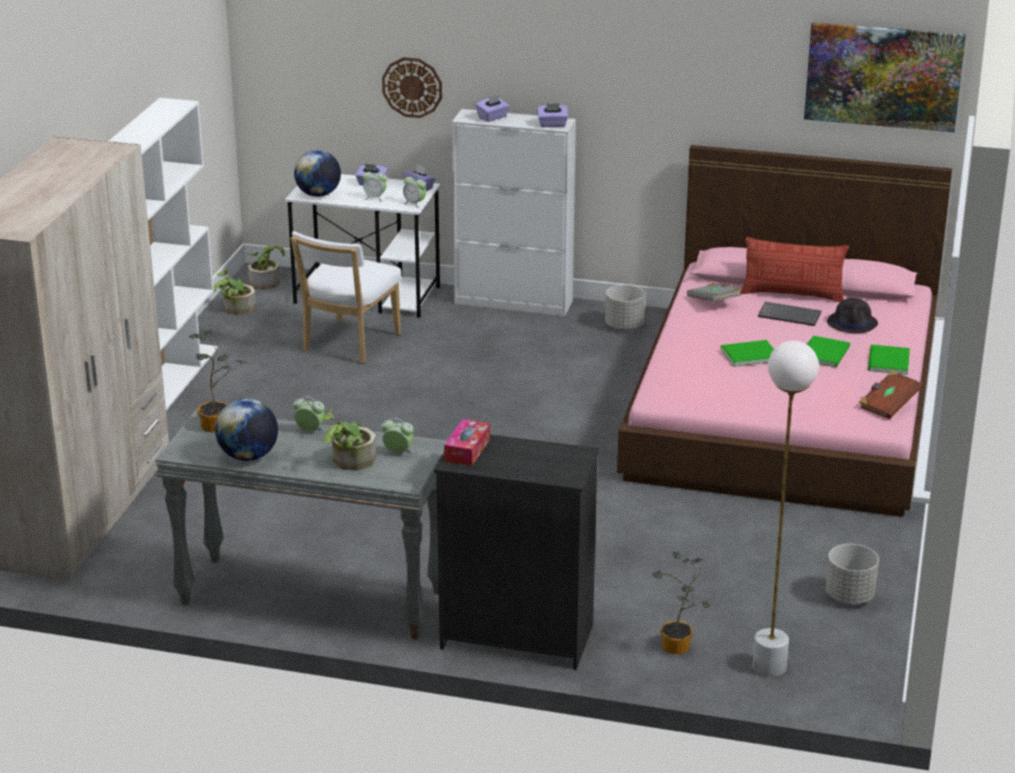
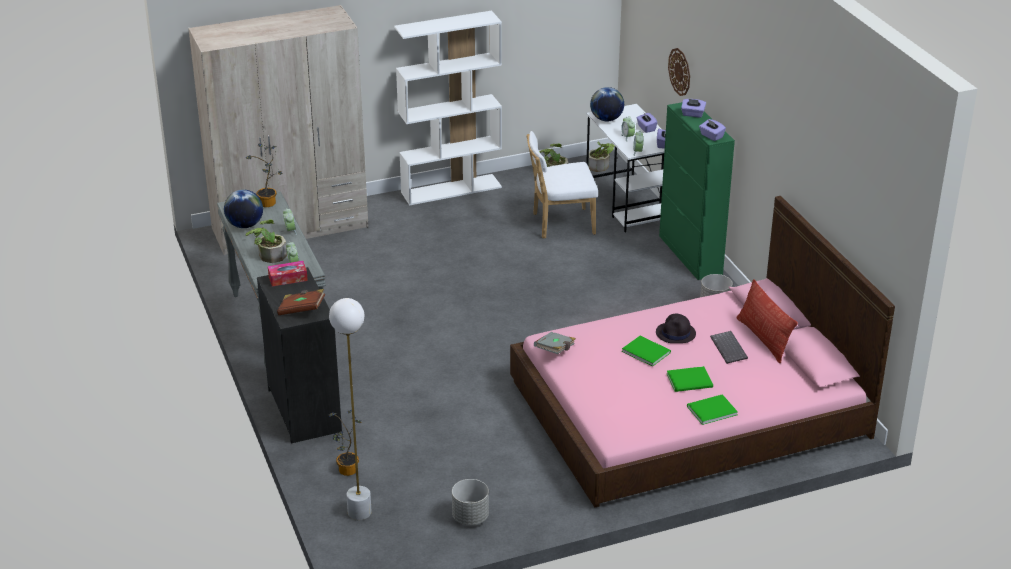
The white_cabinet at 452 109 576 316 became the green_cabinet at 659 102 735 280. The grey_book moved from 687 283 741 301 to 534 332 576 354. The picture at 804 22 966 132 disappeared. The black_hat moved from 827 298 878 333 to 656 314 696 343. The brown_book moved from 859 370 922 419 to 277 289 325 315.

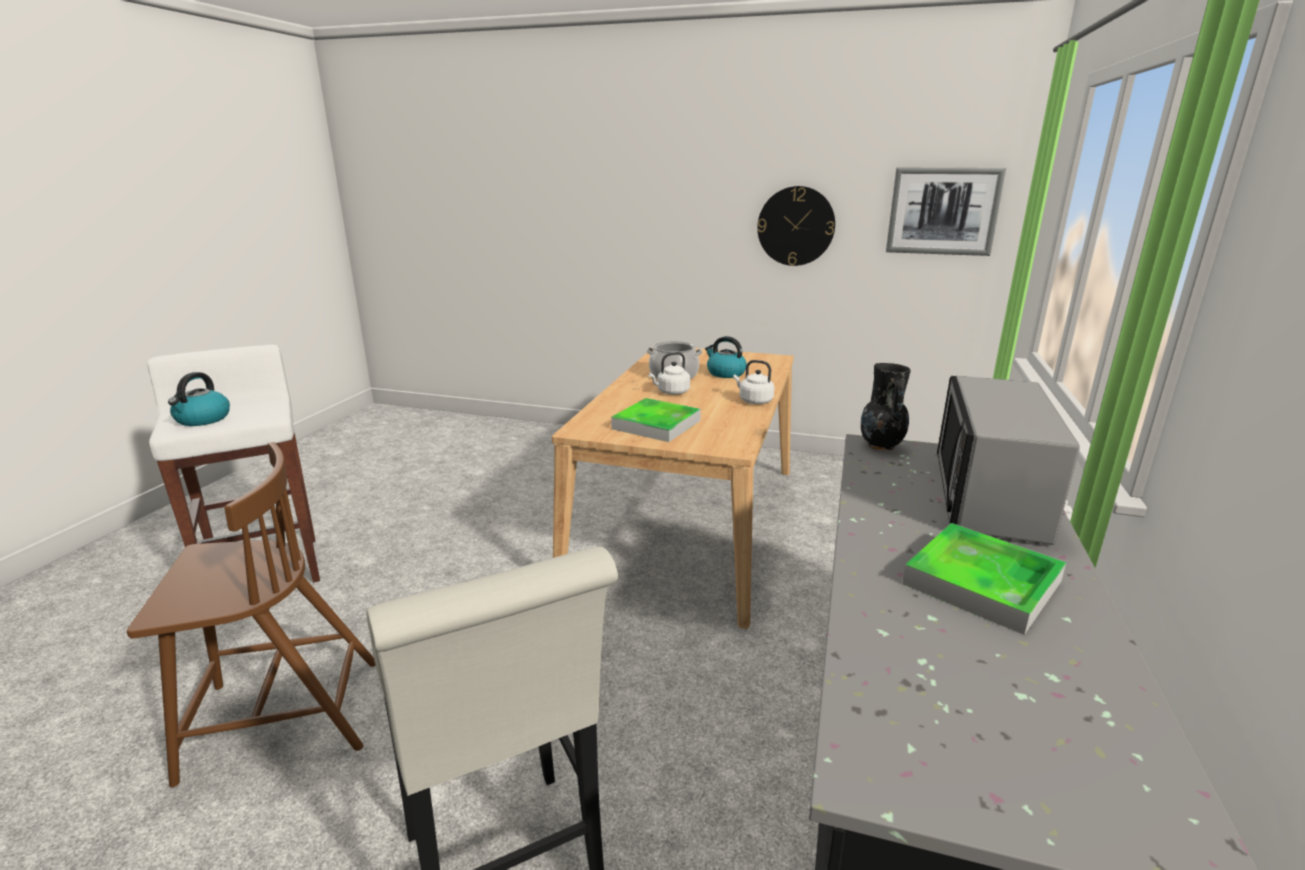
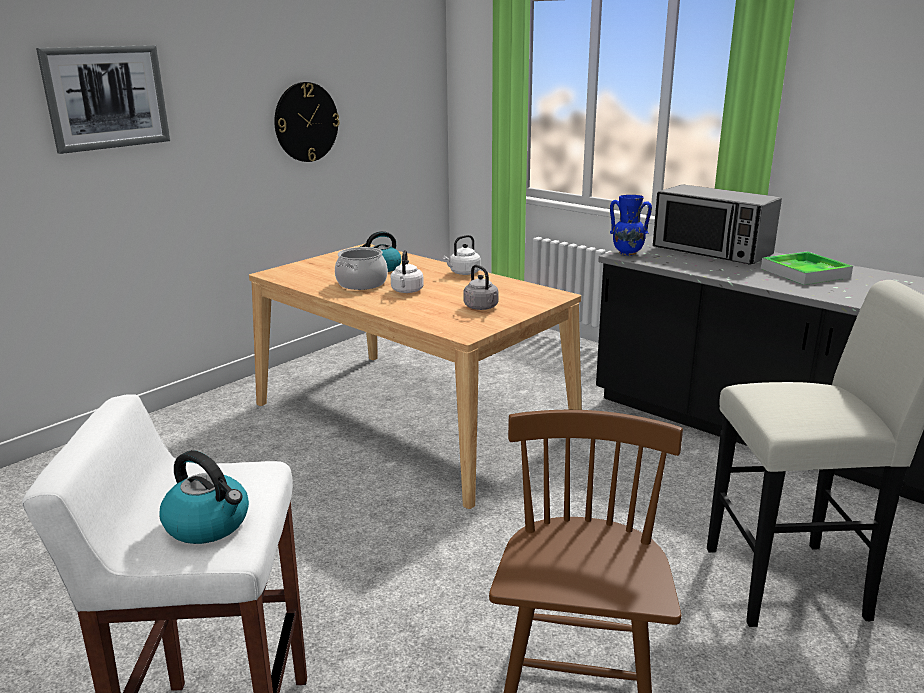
The tray at 611 398 701 442 was replaced by the grey_kettle at 463 265 499 310. The black_vase at 861 363 911 450 became the blue_vase at 610 195 652 256. The picture moved from 886 168 1006 256 to 36 45 170 154.

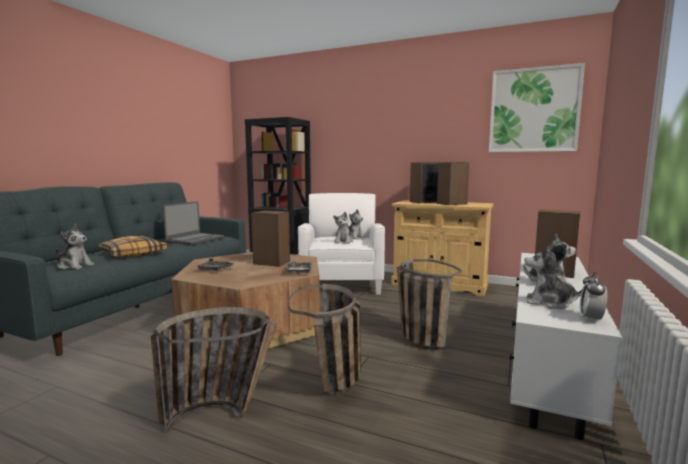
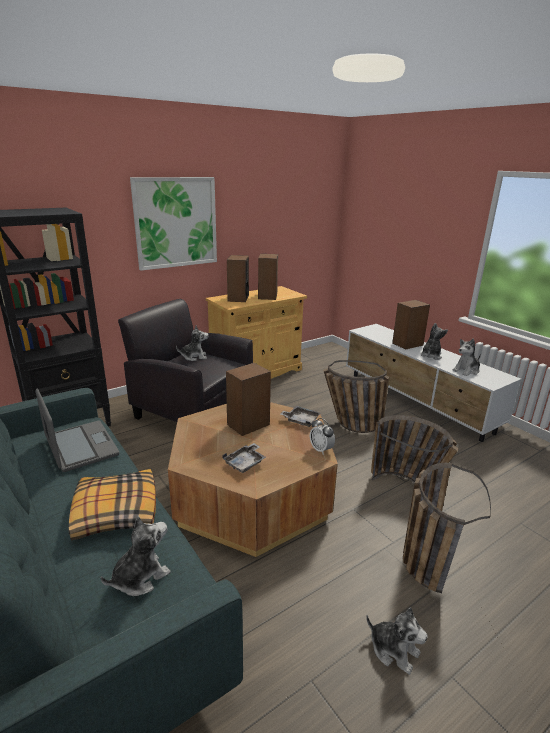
The white_armchair at 298 193 385 295 became the black_armchair at 118 299 253 422. The plush_toy moved from 333 212 353 244 to 366 607 428 675. The picture moved from 489 63 585 152 to 130 177 217 271. The alarm_clock moved from 580 272 607 322 to 310 418 335 455.

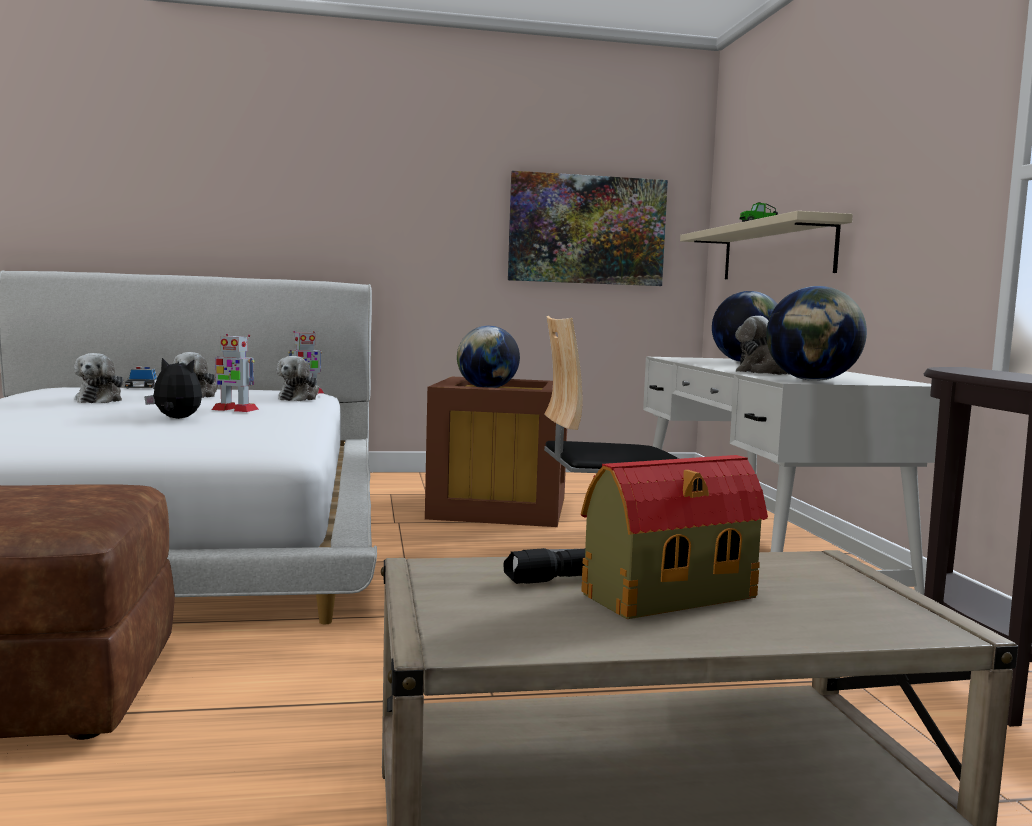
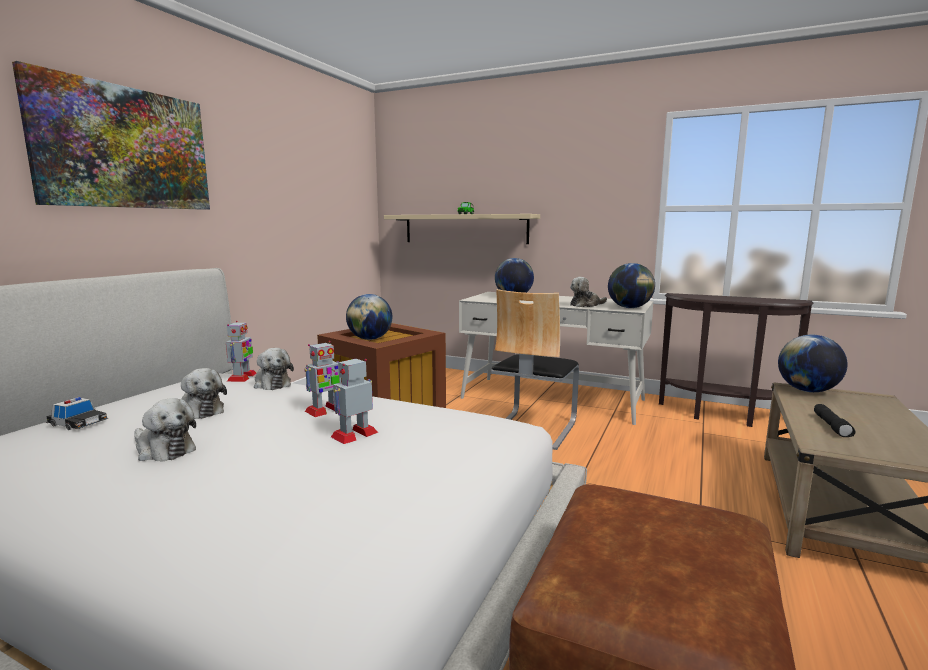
The plush_toy at 145 358 202 419 was replaced by the toy_robot at 331 359 378 444. The picture moved from 508 171 668 286 to 12 61 210 210. The toy_house at 581 455 768 619 disappeared. The globe at 778 335 848 392 appeared.

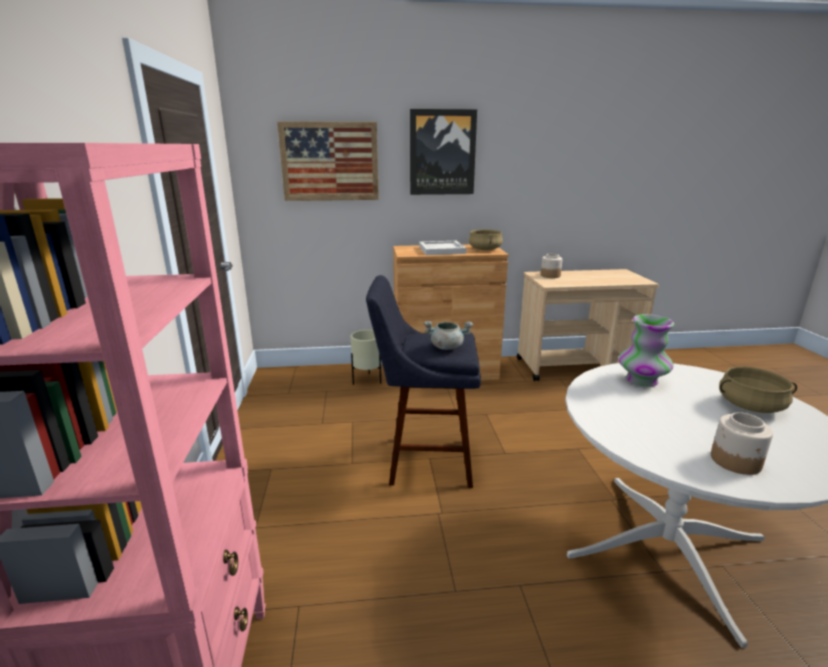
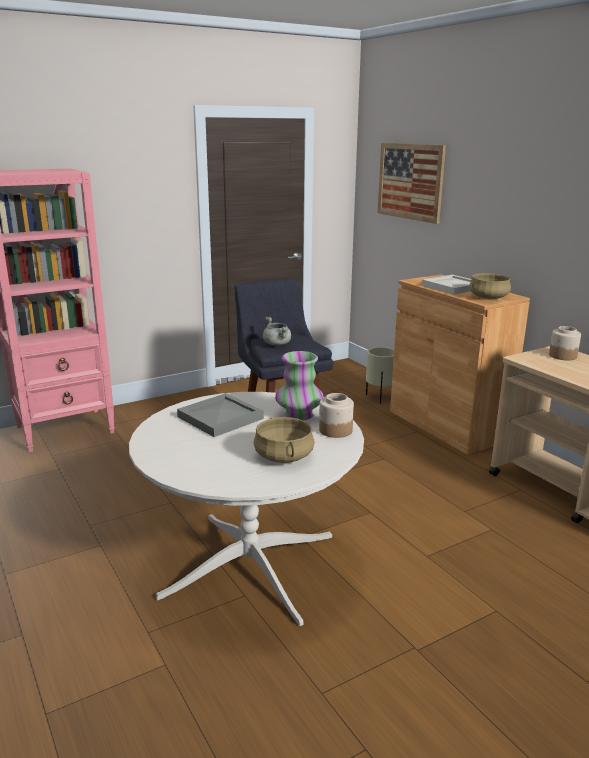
The picture at 410 109 477 195 disappeared. The jar moved from 711 412 773 475 to 319 393 354 438. The grey_tray at 177 393 264 437 appeared.

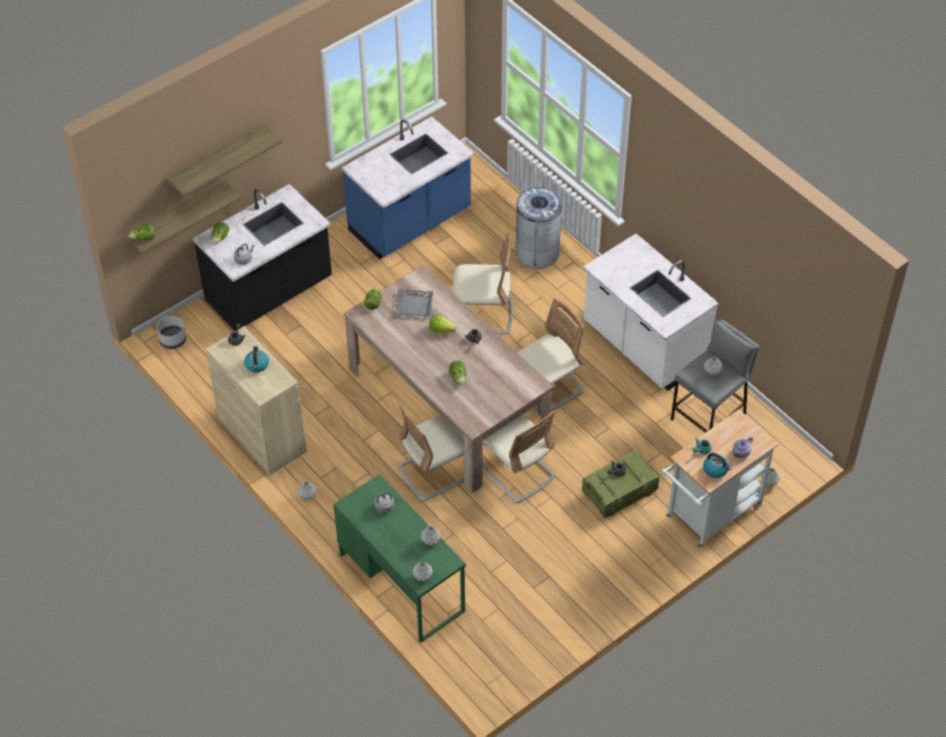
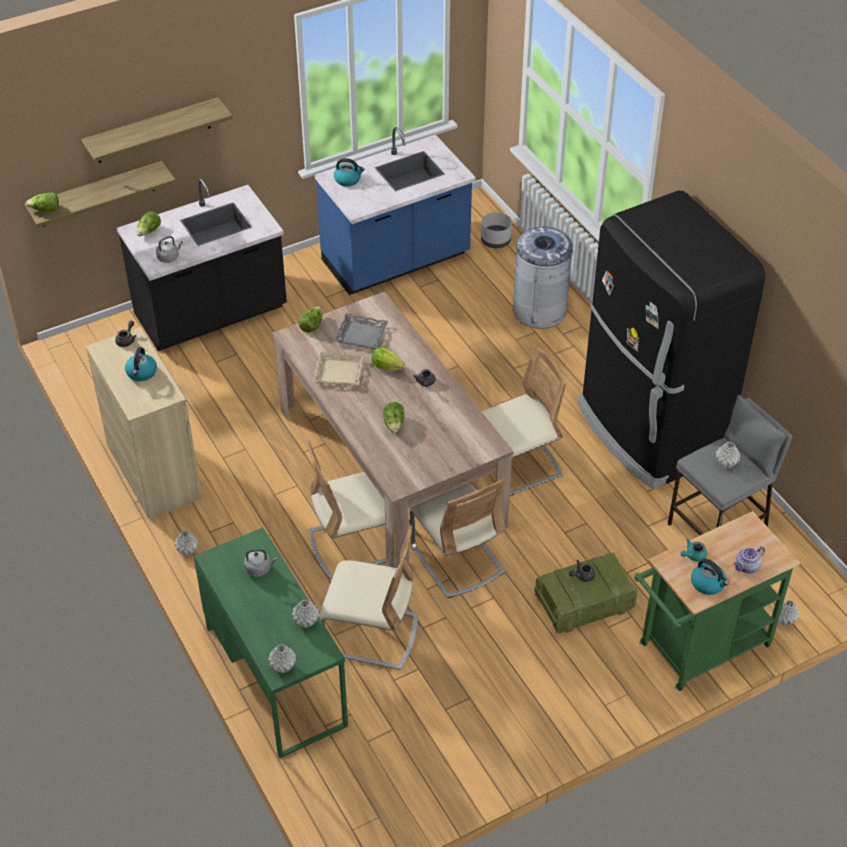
The grey_planter moved from 157 316 186 349 to 481 212 512 248. The beige_chair moved from 452 232 513 334 to 319 525 418 670. The white_counter at 583 234 719 391 was replaced by the black_fridge at 577 191 765 490. The white_cart at 662 409 778 548 became the green_cart at 634 511 800 691. The beige_tray at 313 352 365 386 appeared. The kettle at 334 158 364 187 appeared.

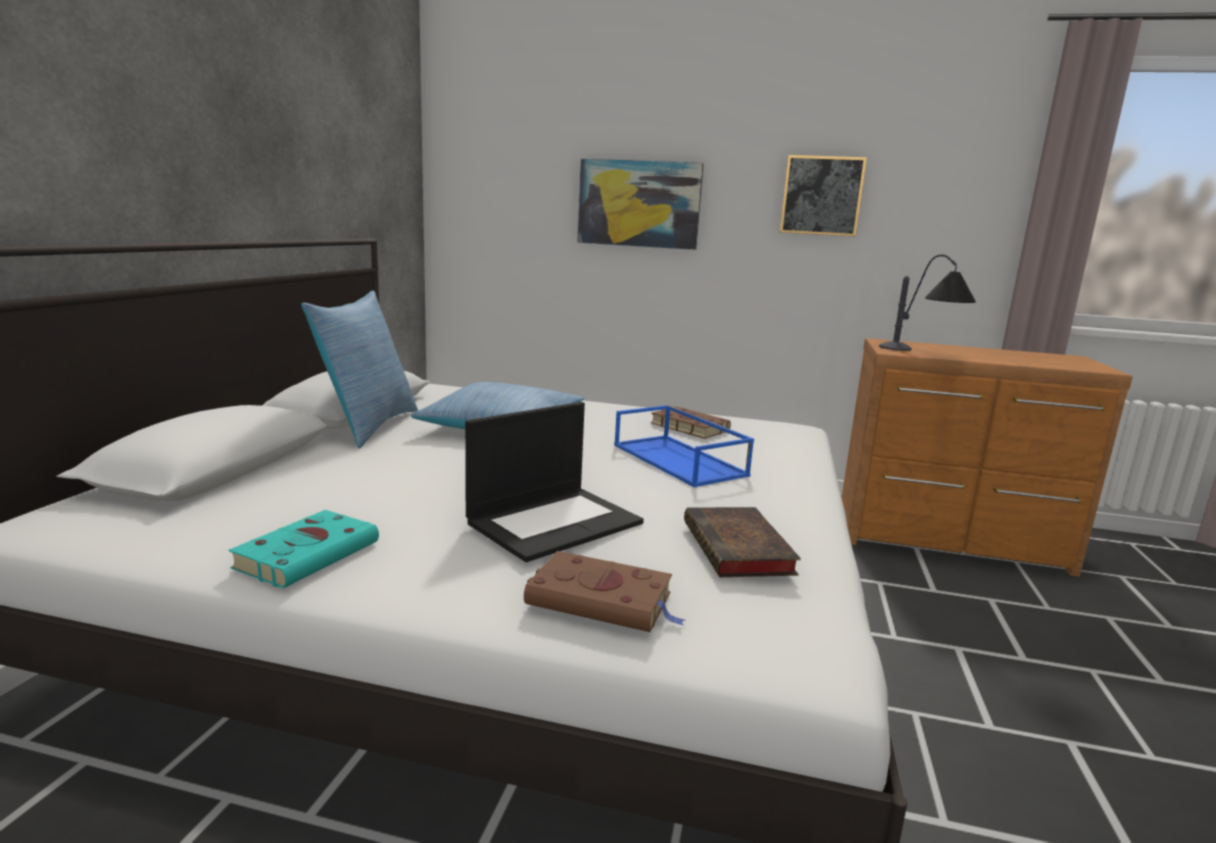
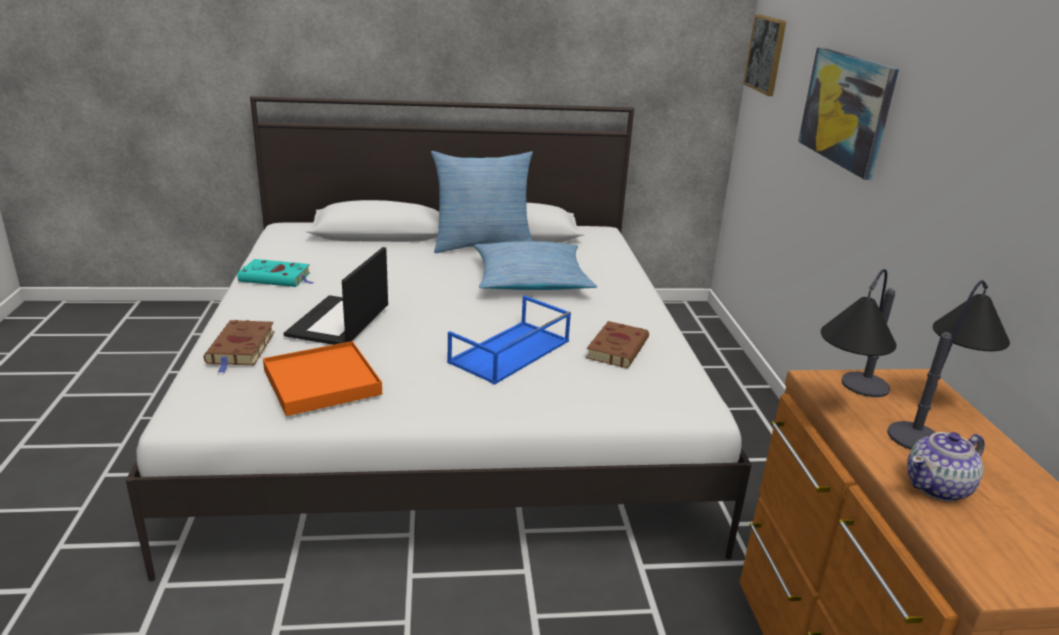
The laptop at 465 402 644 562 turned 75 degrees clockwise. The book at 684 507 801 577 was replaced by the orange_tray at 263 341 382 416. The picture moved from 780 155 867 237 to 743 14 786 96. The table_lamp at 887 280 1010 450 appeared. The teapot at 907 432 985 501 appeared.

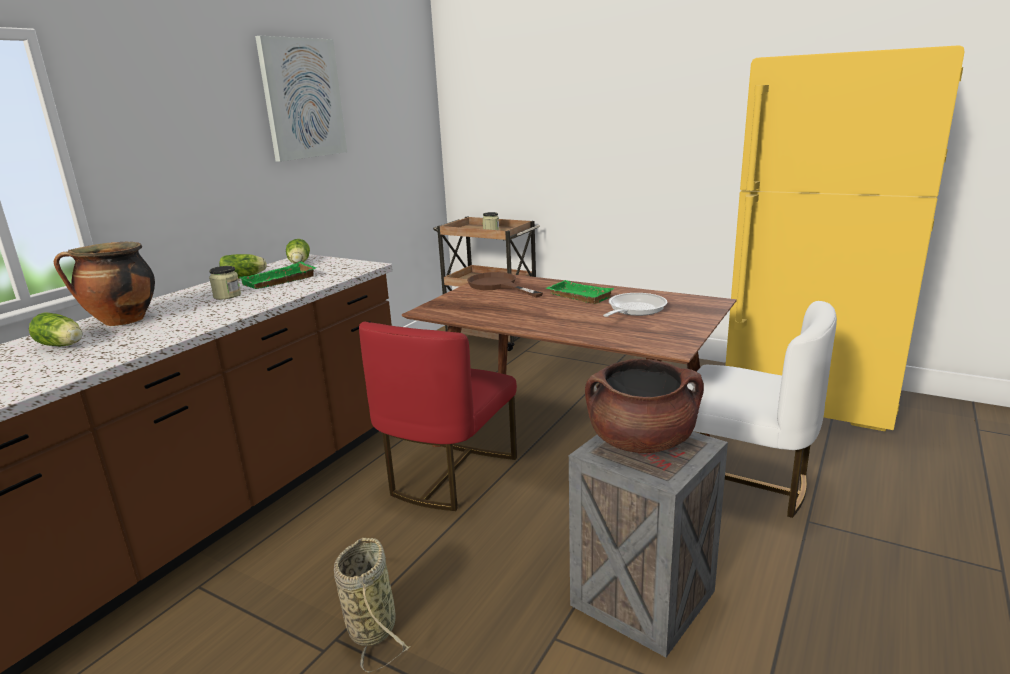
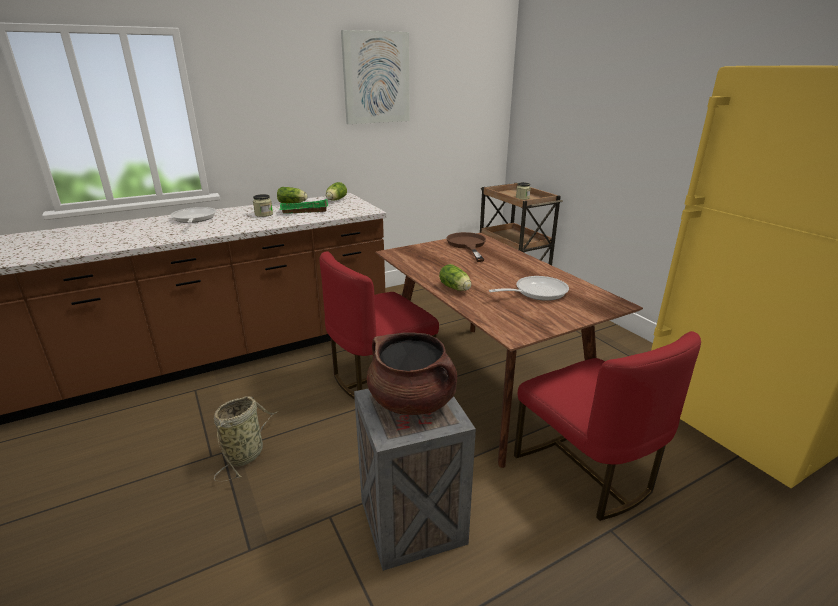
The lettuce moved from 29 312 82 346 to 439 264 471 291. The cooking_pot at 54 242 155 326 was replaced by the frying_pan at 171 207 216 223. The green_tray at 545 280 614 304 disappeared. The white_chair at 687 301 837 518 became the red_chair at 514 331 701 521.

